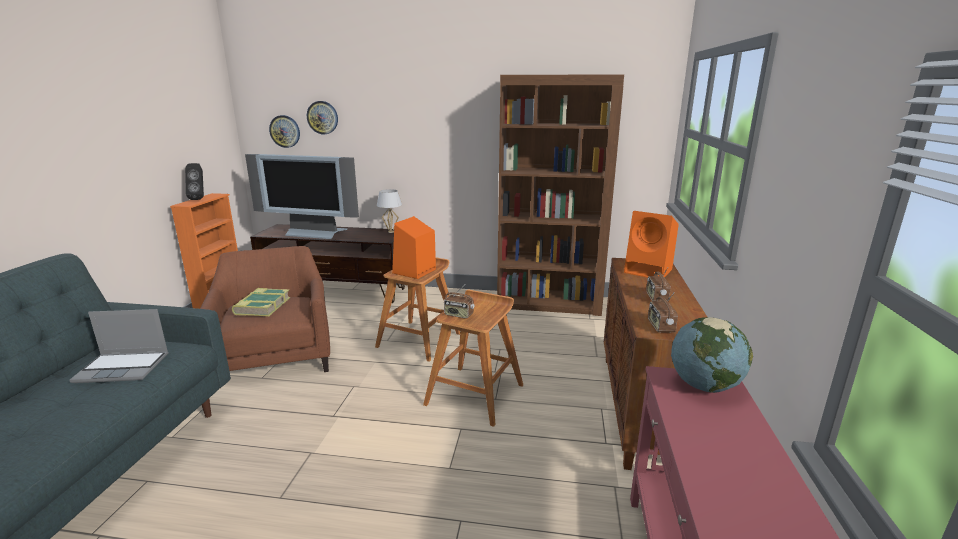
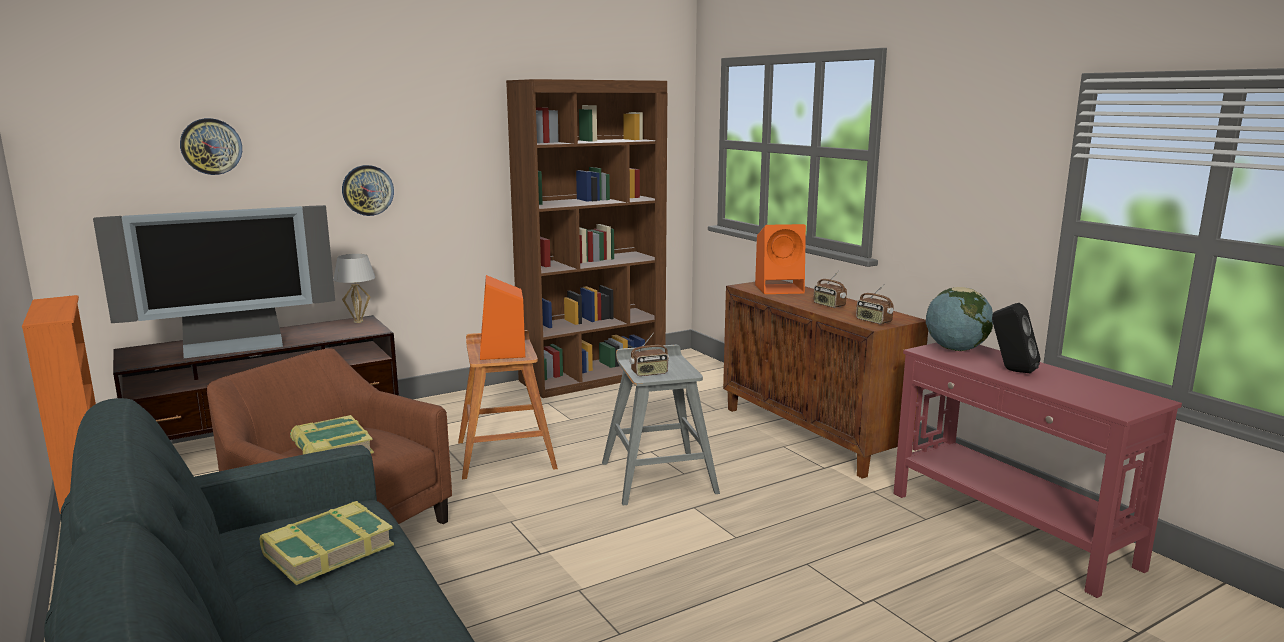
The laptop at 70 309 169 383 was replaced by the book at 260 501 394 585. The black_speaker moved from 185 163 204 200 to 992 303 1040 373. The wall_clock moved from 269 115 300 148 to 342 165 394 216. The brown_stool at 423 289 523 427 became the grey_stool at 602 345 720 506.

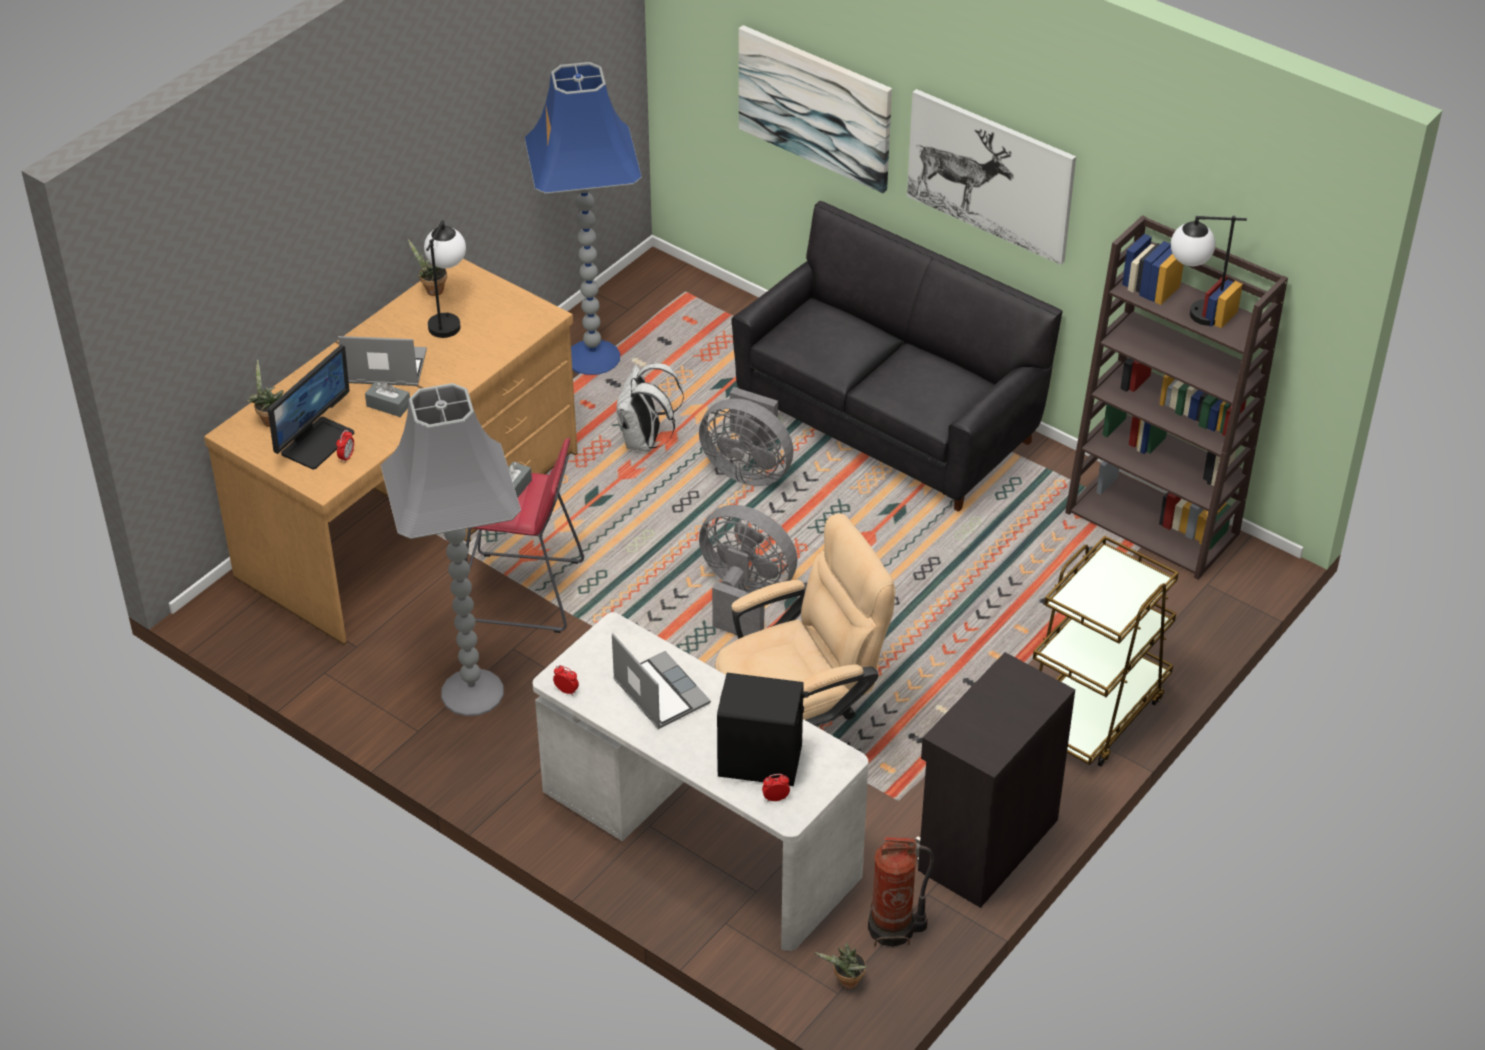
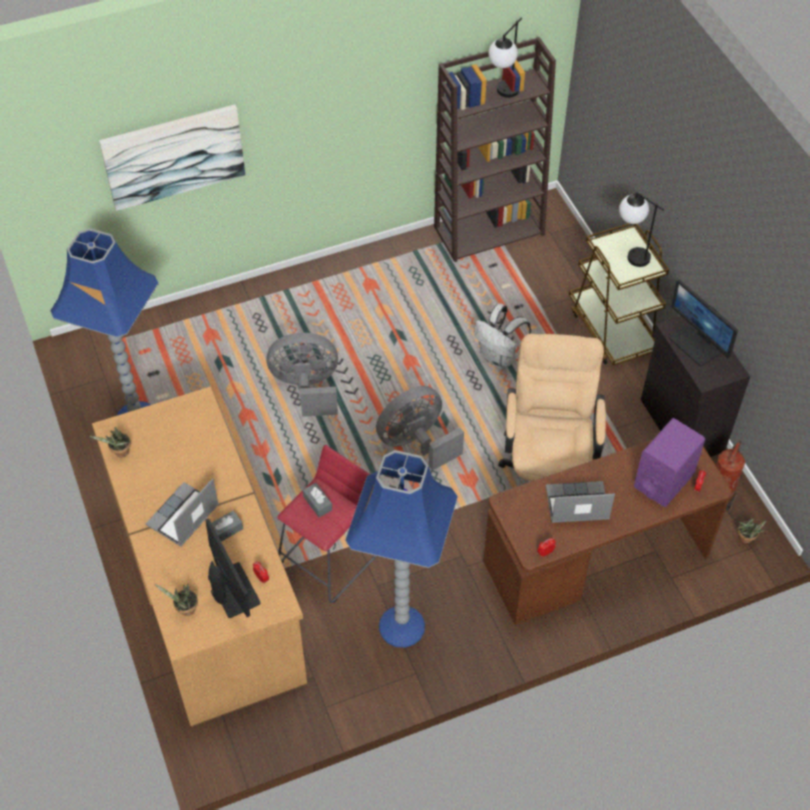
The grey_floor_lamp at 381 383 521 716 became the blue_floor_lamp at 345 450 458 648. The table_lamp moved from 424 220 466 338 to 619 192 664 267. The white_desk at 533 612 868 951 became the brown_desk at 483 440 732 625. The white_backpack moved from 616 363 684 452 to 474 303 531 370. The grey_fan at 699 387 793 486 turned 150 degrees counterclockwise. The black_speaker at 717 673 809 786 became the purple_speaker at 634 418 705 507. The black_sofa at 732 201 1063 512 disappeared. The picture at 907 89 1076 265 disappeared. The monitor at 669 279 738 366 appeared.

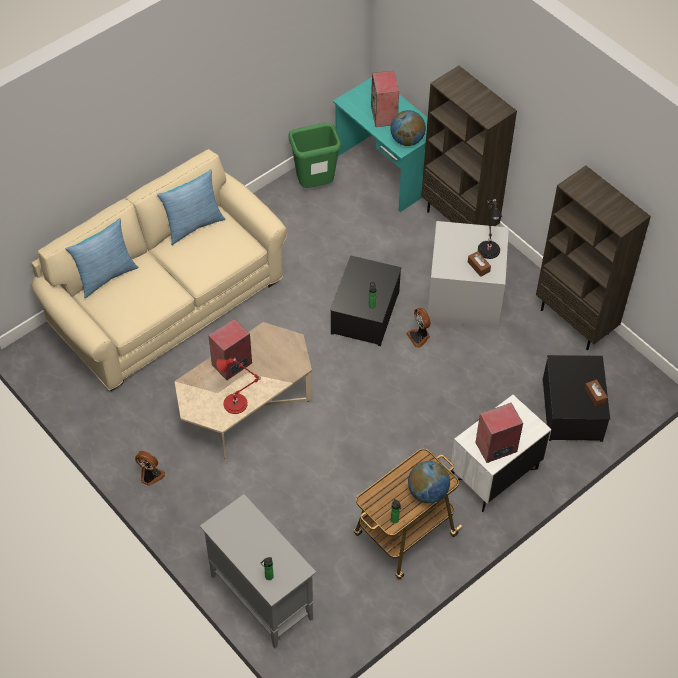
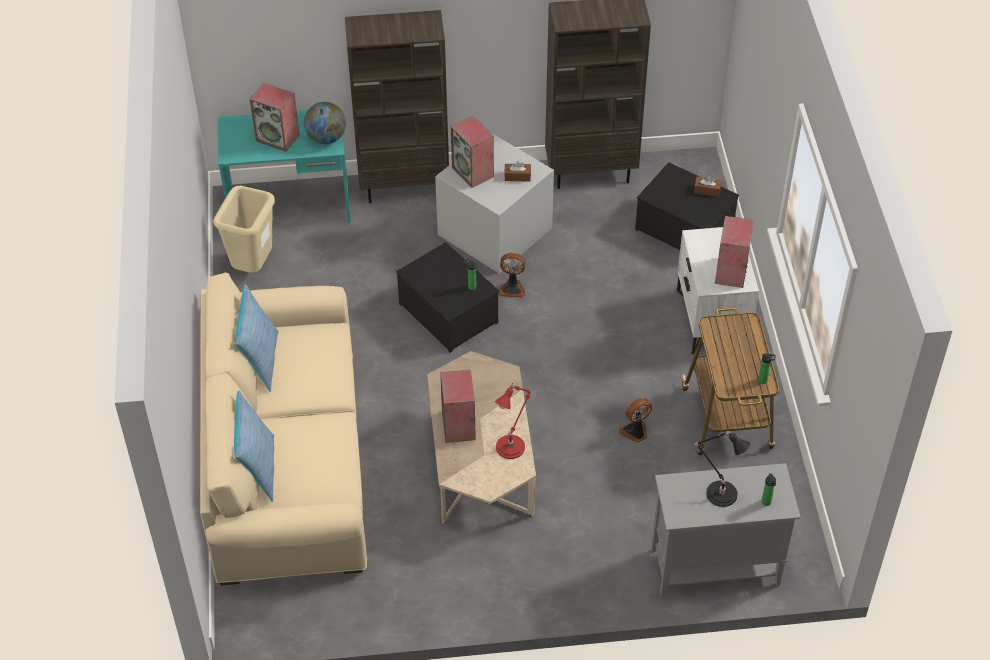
The fan moved from 135 451 165 486 to 619 398 652 443. The green_trash_can at 288 122 341 188 became the beige_trash_can at 213 186 275 273. The globe at 408 461 450 503 disappeared. The black_table_lamp moved from 478 199 502 259 to 693 431 750 507. The speaker at 451 116 494 188 appeared.

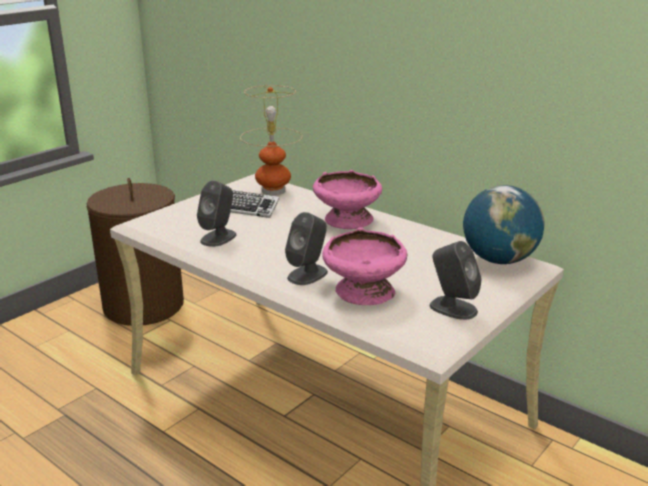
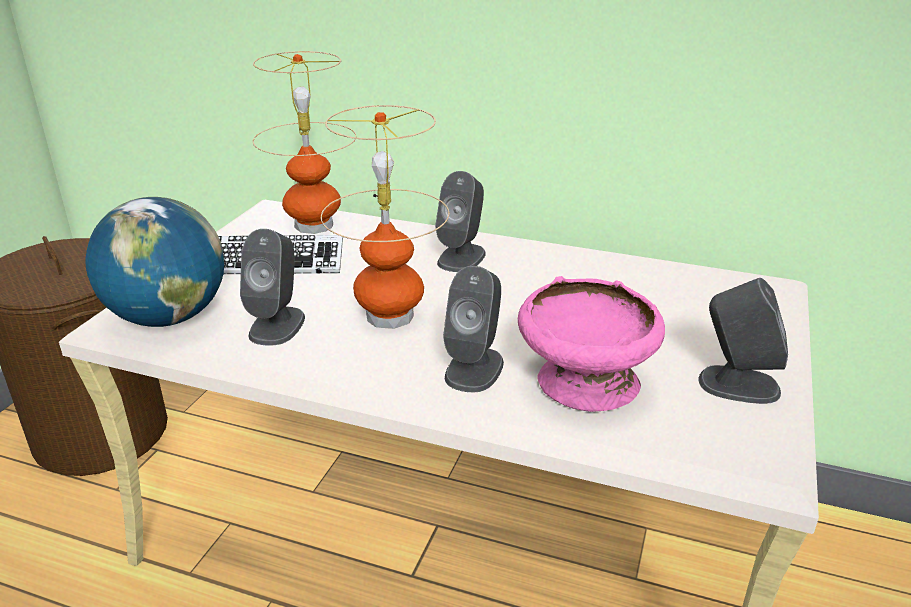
The pink_bowl at 313 170 382 229 was replaced by the grey_speaker at 435 171 486 272. The globe moved from 463 185 545 264 to 86 197 224 327. The table_lamp at 321 105 449 329 appeared.

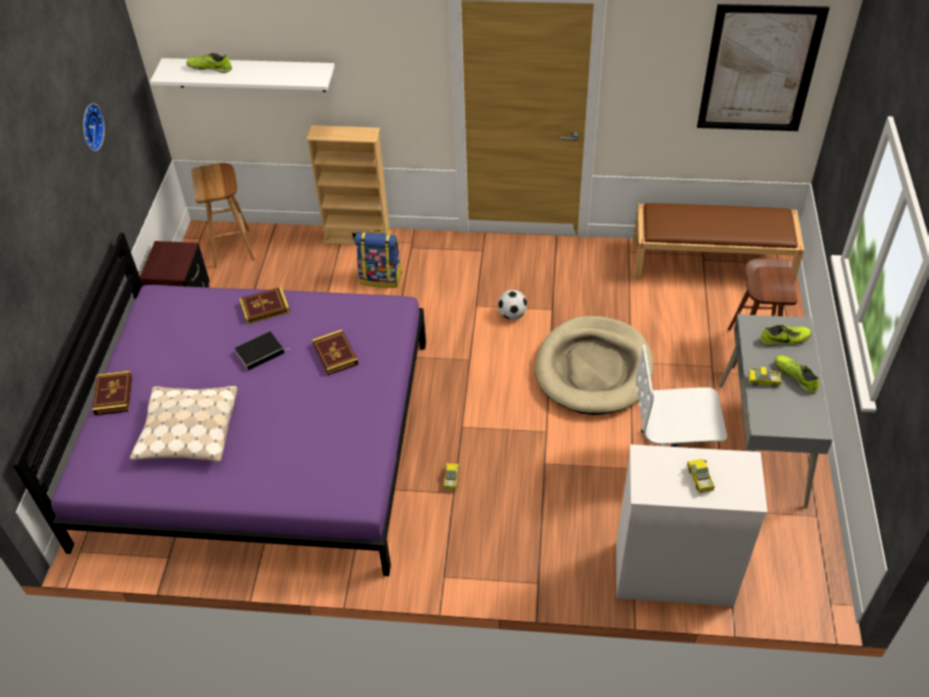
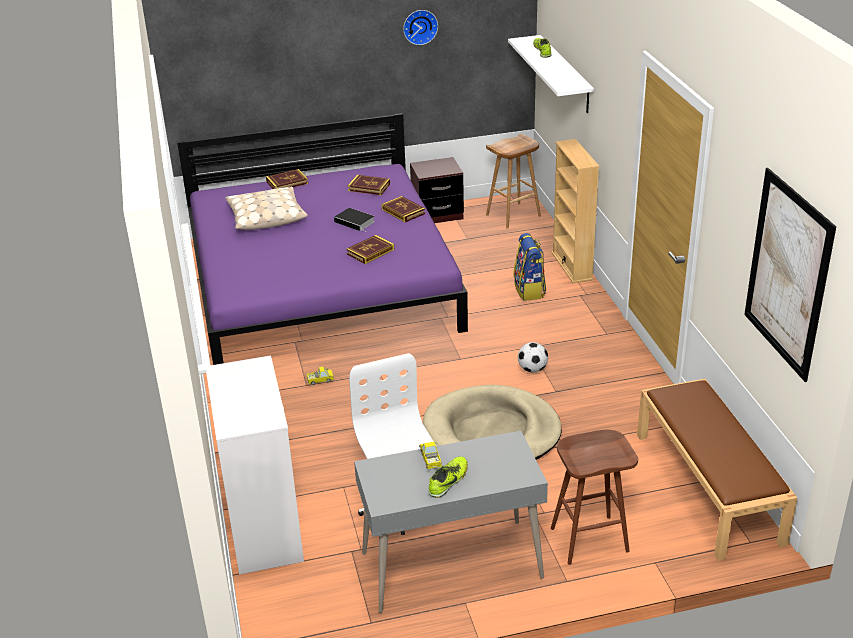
The toy_truck at 687 459 715 493 disappeared. The shoe at 760 325 811 346 disappeared. The book at 348 175 390 195 appeared.

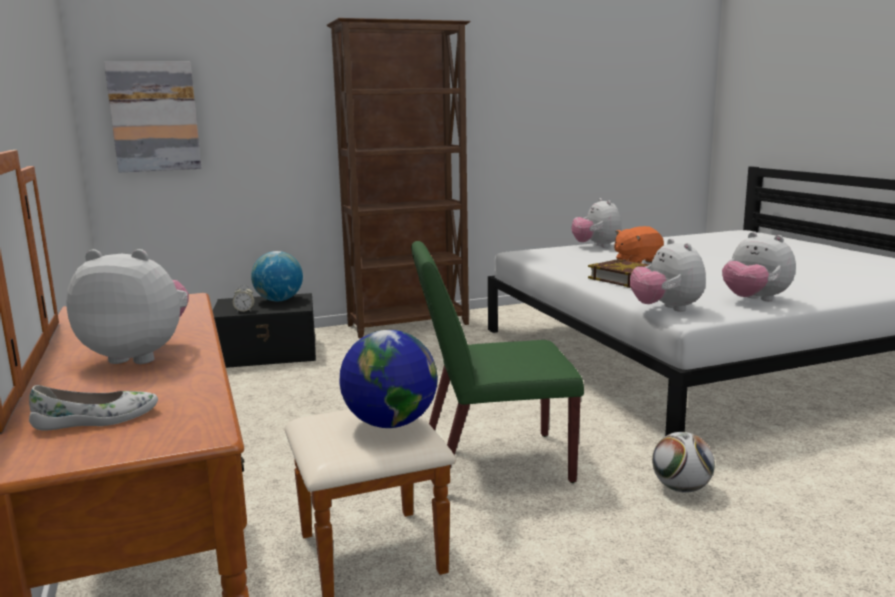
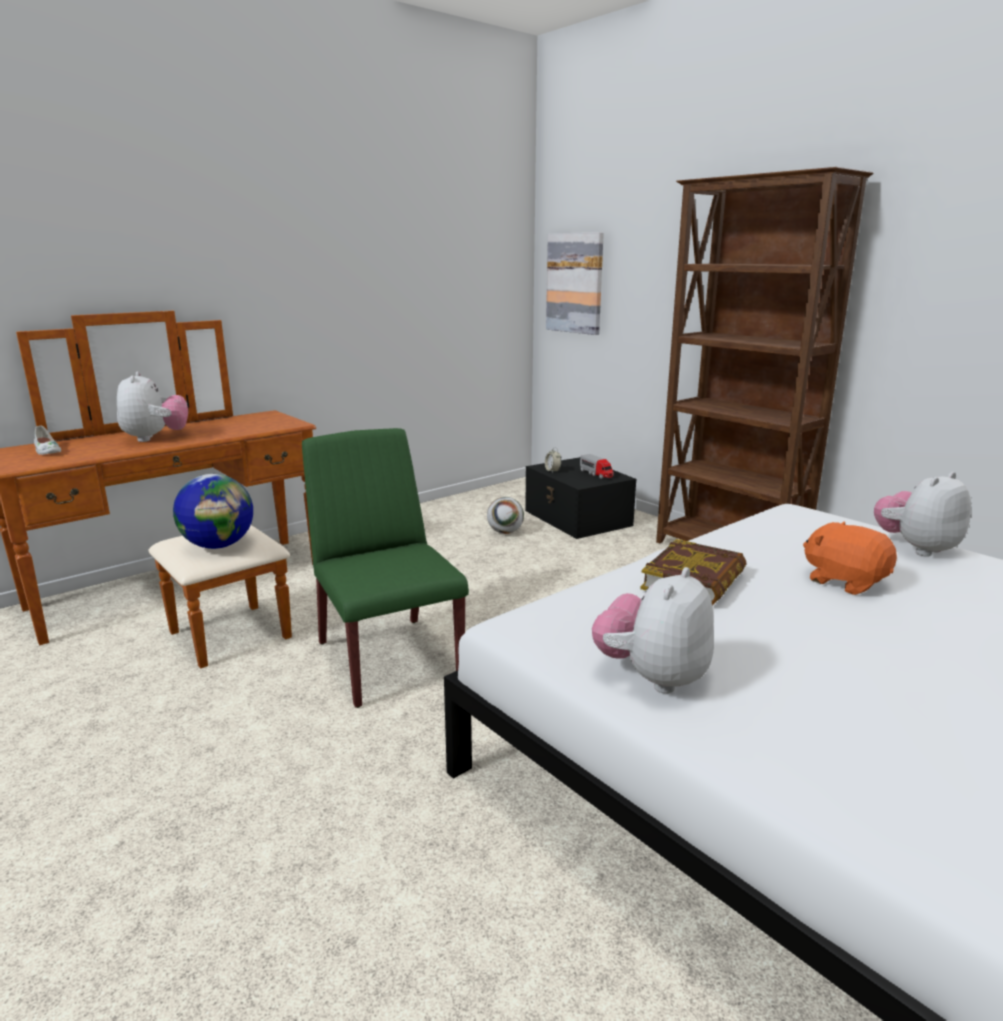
The globe at 251 251 303 301 was replaced by the toy_truck at 580 454 614 479. The plush_toy at 630 238 706 312 disappeared. The football moved from 652 432 715 493 to 487 497 524 534.

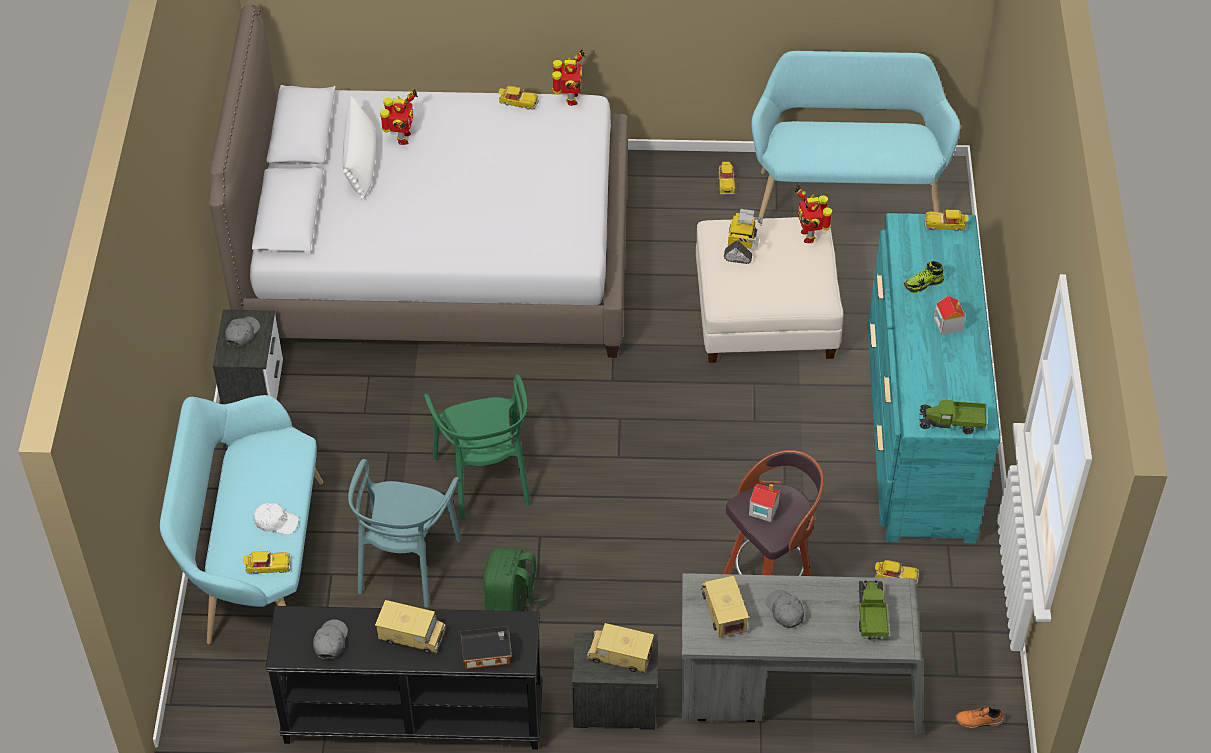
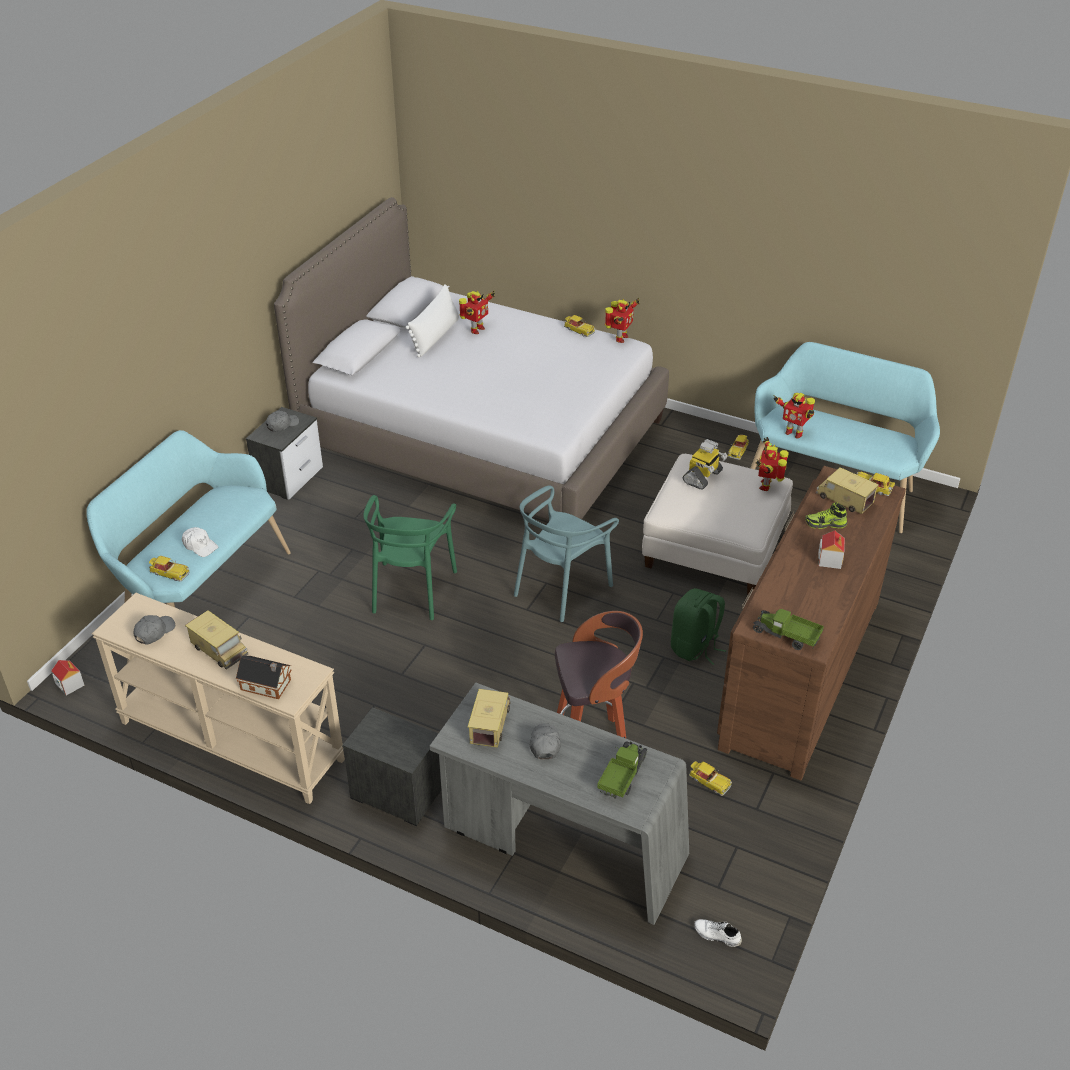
The black_console_table at 265 606 543 750 became the beige_console_table at 92 593 345 804. The turquoise_chair moved from 348 459 462 608 to 514 485 619 622. The green_backpack moved from 483 548 546 621 to 671 588 726 665. The toy_truck moved from 587 623 654 672 to 816 467 879 514. The toy_house moved from 749 484 780 522 to 51 660 84 696. The turquoise_dresser at 867 213 1001 543 became the brown_dresser at 717 466 906 780. The orange_shoe at 955 706 1004 728 became the white_shoe at 694 919 742 947. The toy_robot at 774 393 815 439 appeared.

